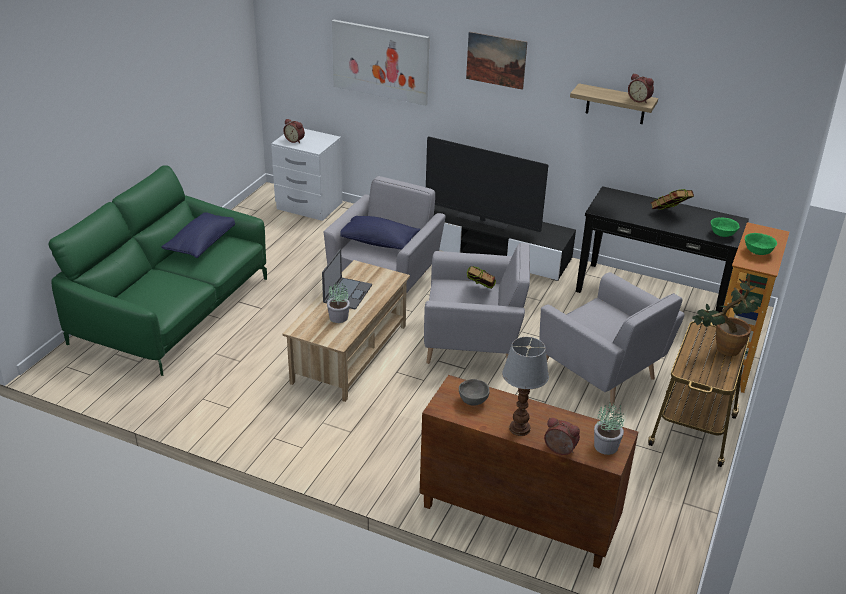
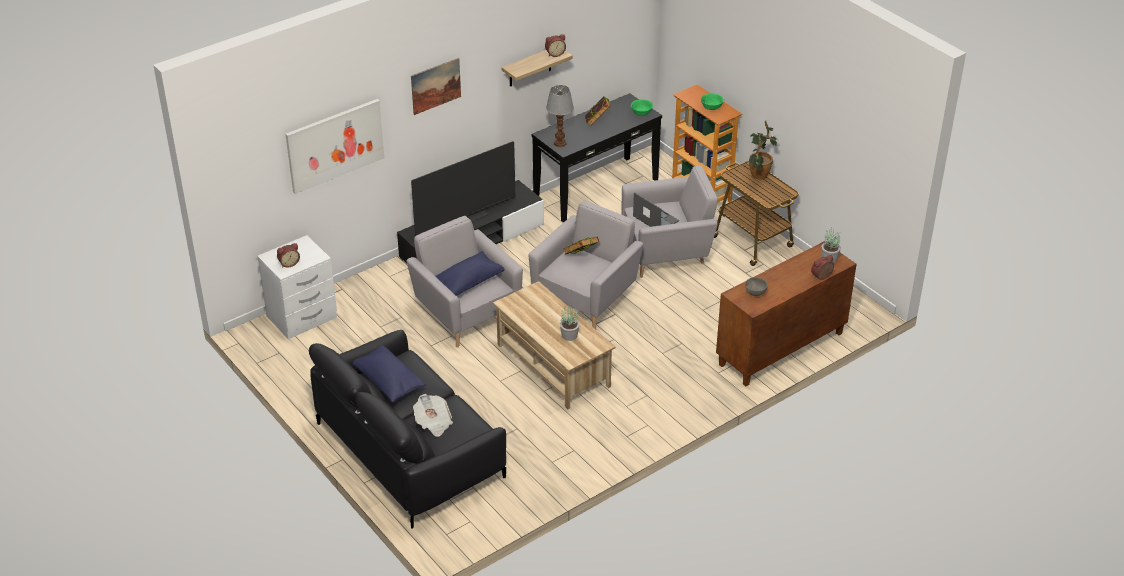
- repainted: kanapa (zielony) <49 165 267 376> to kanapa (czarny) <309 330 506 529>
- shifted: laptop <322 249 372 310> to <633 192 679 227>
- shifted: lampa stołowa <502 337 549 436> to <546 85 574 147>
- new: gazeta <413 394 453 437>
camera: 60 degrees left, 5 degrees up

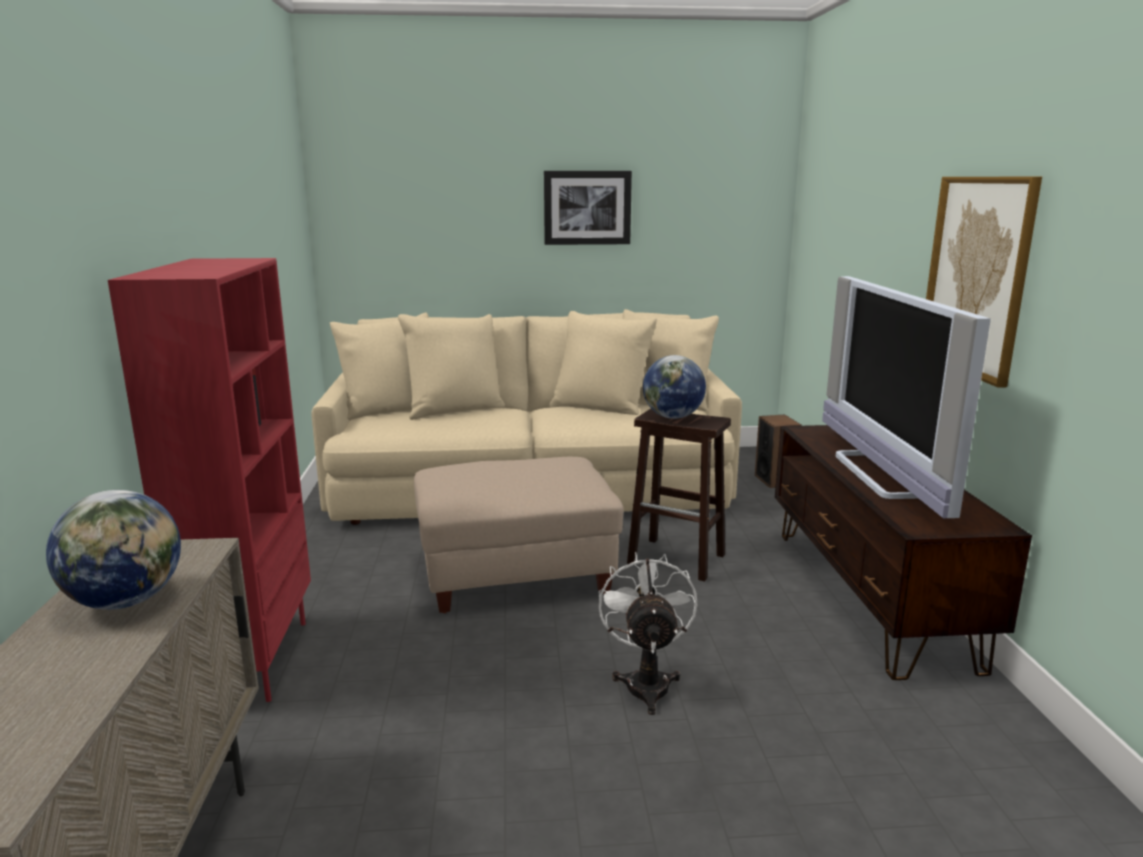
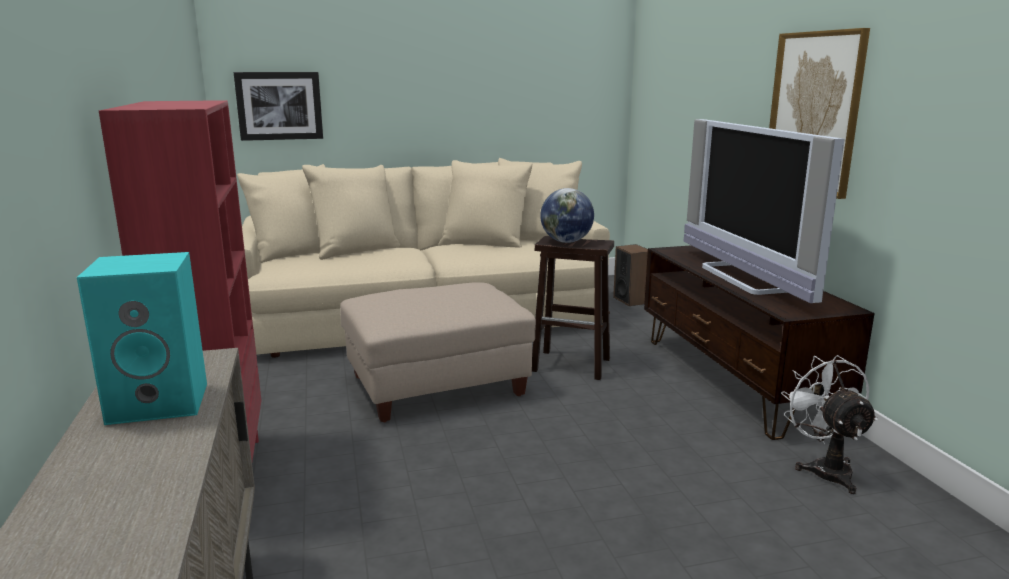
- swapped: globus <46 490 181 610> to głośnik (turkusowy) <77 252 207 425>
- shifted: obraz <544 171 632 245> to <234 72 323 141>
- shifted: wentylator (biały) <599 552 697 715> to <781 355 878 494>
camera: 10 degrees left, 0 degrees up

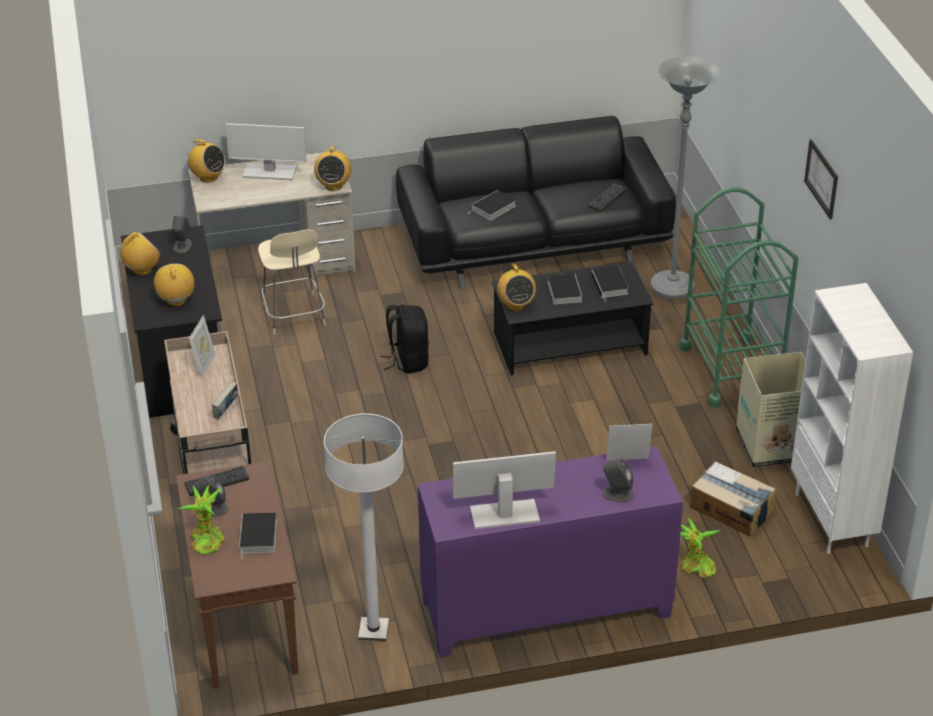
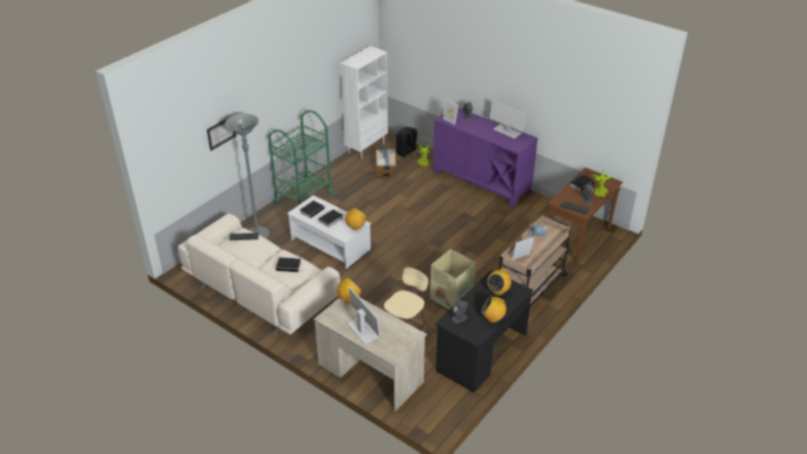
- gone: radio <185 139 225 183>
- gone: lampa stojąca (biały) <324 413 404 641>
- shifted: plecak (czarny) <380 305 429 373> to <396 127 417 159>
- repainted: kanapa (czarny) <396 116 676 290> to kanapa (beżowy) <178 214 340 335>
- repainted: ława (czarny) <492 262 654 375> to ława (biały) <287 195 371 269>
- shifted: karton <736 352 806 467> to <430 249 476 312>
- shifted: obraz <804 139 838 220> to <207 115 236 151>
camera: 130 degrees left, 0 degrees up

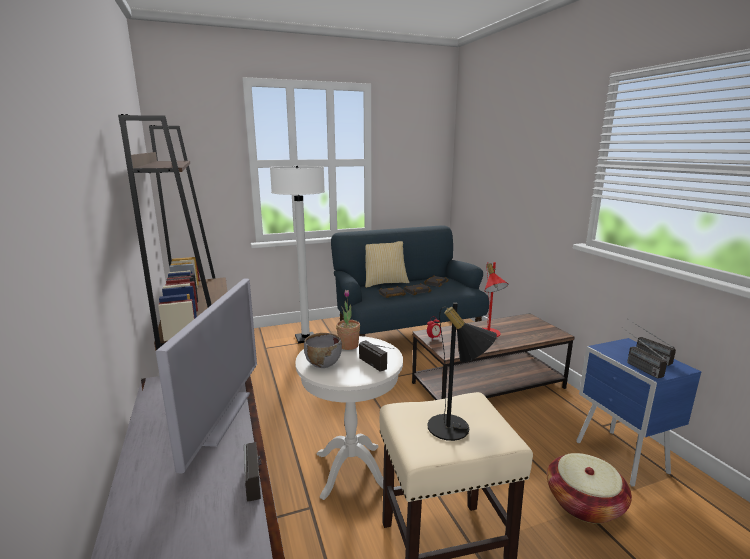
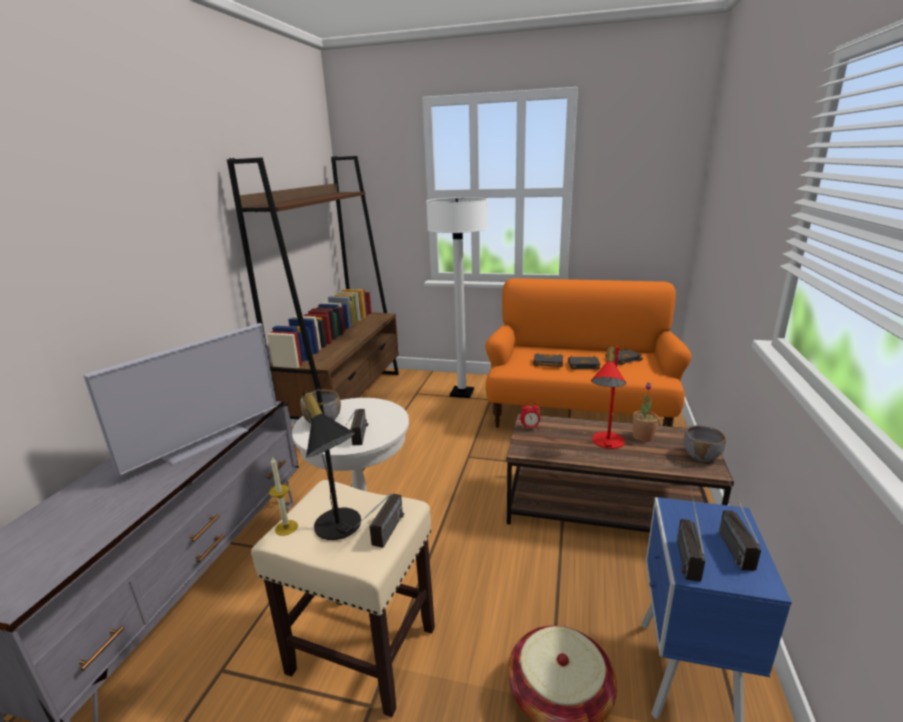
- shifted: radio <244 442 262 502> to <355 494 404 548>
- repainted: kanapa (niebieski) <331 225 489 337> to kanapa (pomarańczowy) <485 278 692 428>
- shifted: roślina doniczkowa <336 290 360 350> to <633 382 658 442>
- gone: poduszka <365 241 409 288>
- new: świeca <269 456 298 536>
- new: miska (szary) <684 425 726 462>
camera: 35 degrees right, 5 degrees up

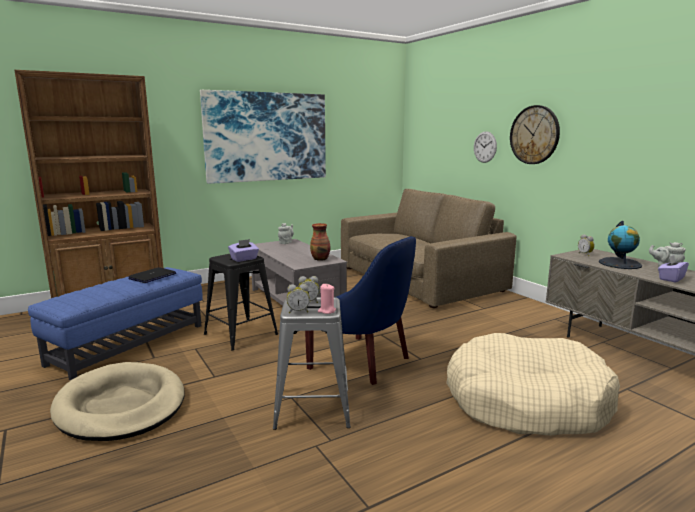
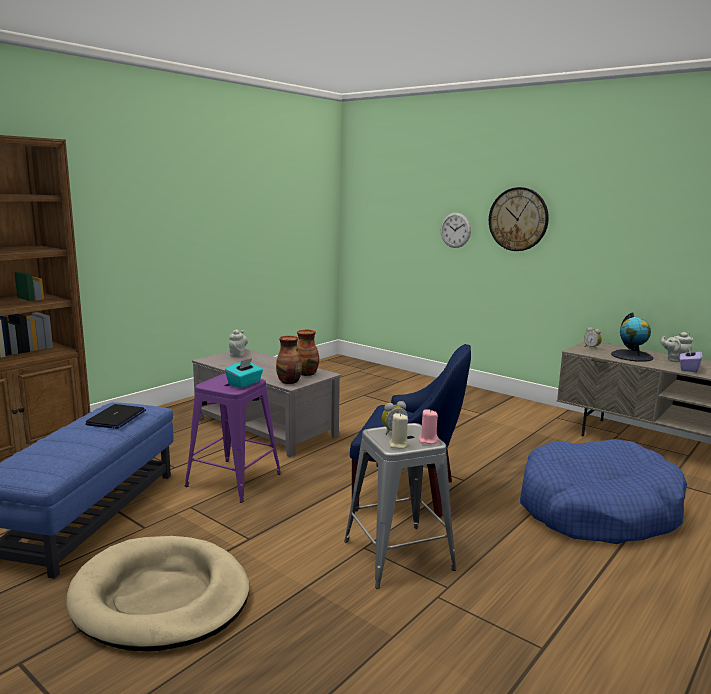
- gone: obraz <200 90 326 184>
- repainted: stołek (czarny) <204 254 278 351> to stołek (fioletowy) <185 373 281 503>
- repainted: pudełko chusteczek (fioletowy) <228 239 259 262> to pudełko chusteczek (turkusowy) <225 358 263 388>
- swapped: budzik <287 284 310 313> to świeca (beżowy) <389 413 409 449>
- gone: kanapa (brązowy) <341 189 516 308>
- repainted: legowisko (beżowy) <446 333 620 436> to legowisko (niebieski) <520 439 687 544>
- new: wazon <276 335 302 384>
camera: 20 degrees left, 0 degrees up

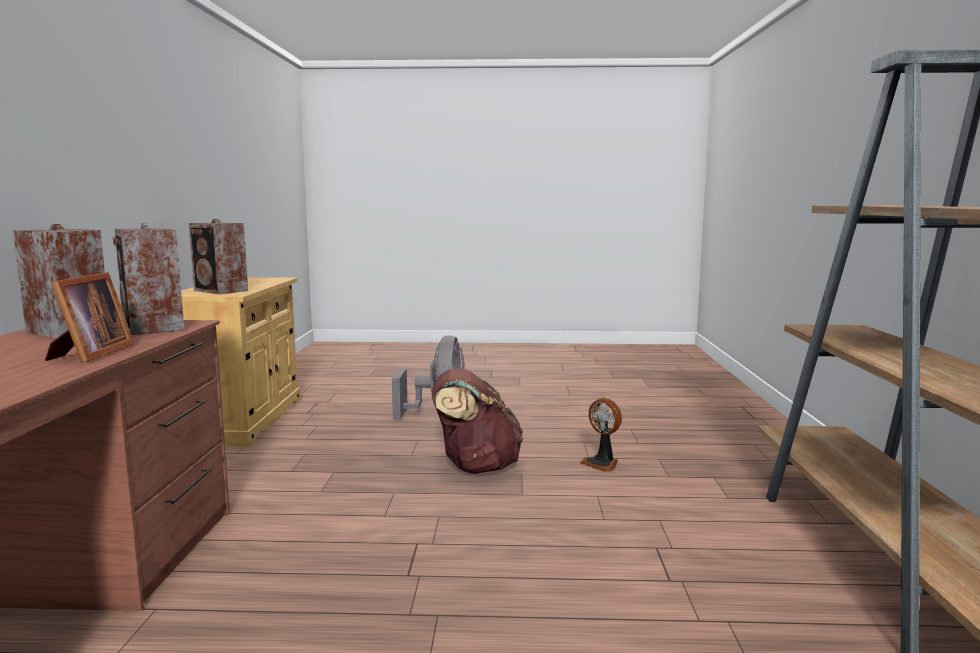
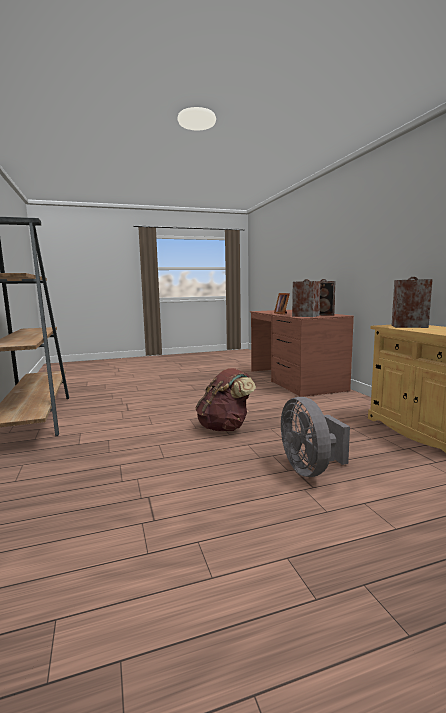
- gone: wentylator <580 398 622 472>
camera: 160 degrees right, 0 degrees up

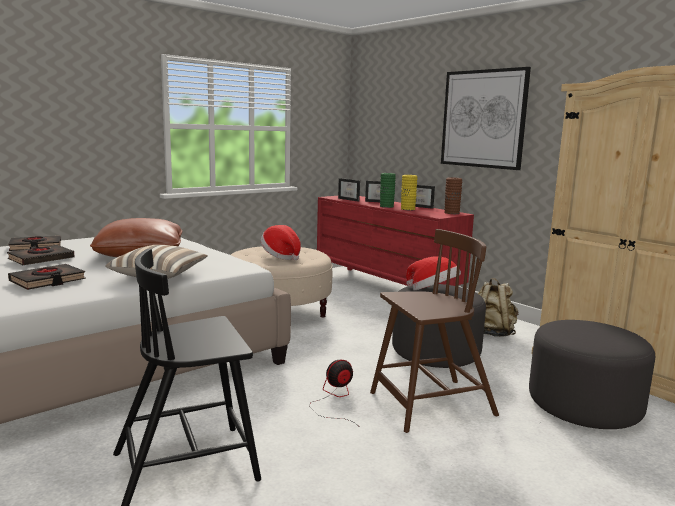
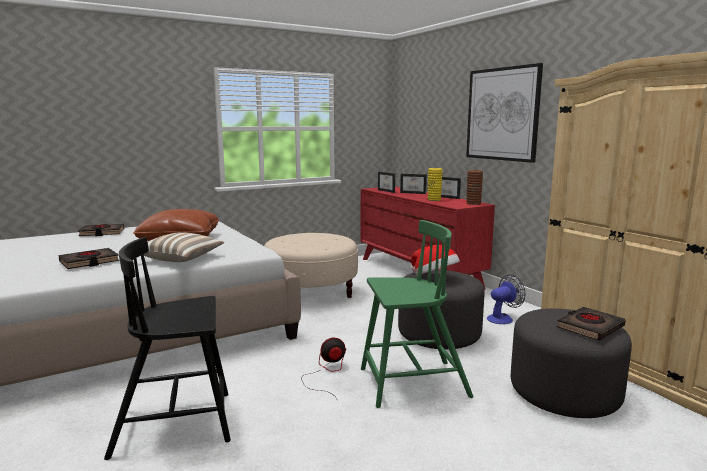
- shifted: książka (czarny) <7 245 75 265> to <556 307 626 341>
- gone: kapelusz <261 225 301 260>
- repainted: krzesło (brązowy) <370 229 499 433> to krzesło (zielony) <361 220 474 408>
- gone: wazon (zielony) <380 173 396 208>
- swapped: plecak (beżowy) <478 278 518 337> to wentylator <487 275 525 324>
camera: 10 degrees right, 0 degrees up

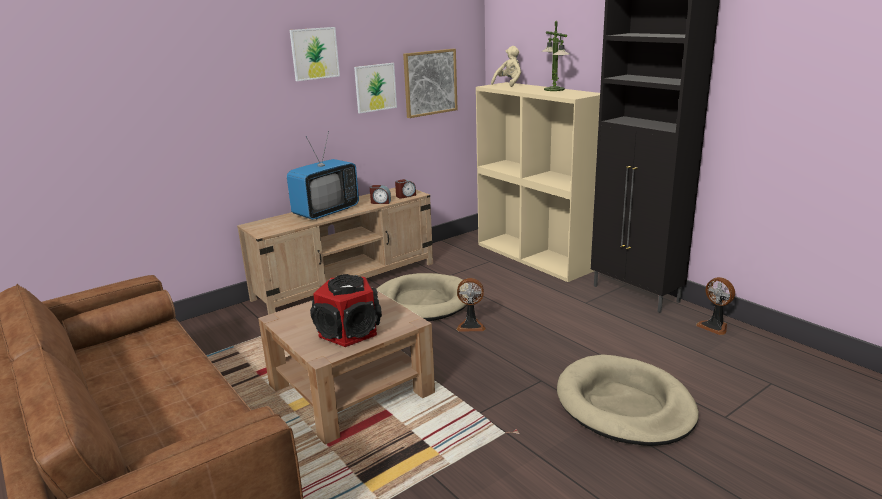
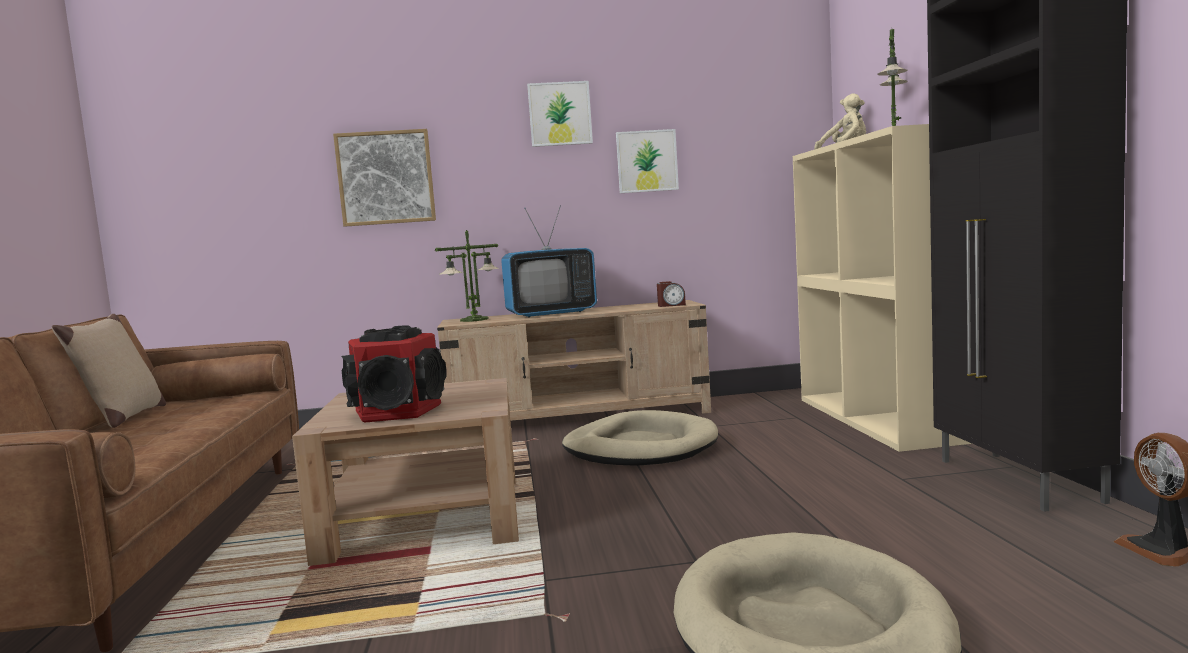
- gone: budzik <370 185 391 204>
- shifted: obraz <403 49 458 118> to <333 129 436 227>
- gone: wentylator <456 278 486 332>
- new: poduszka (beżowy) <52 314 166 428>
- new: lampa stołowa <435 230 499 322>
camera: 30 degrees right, 15 degrees down

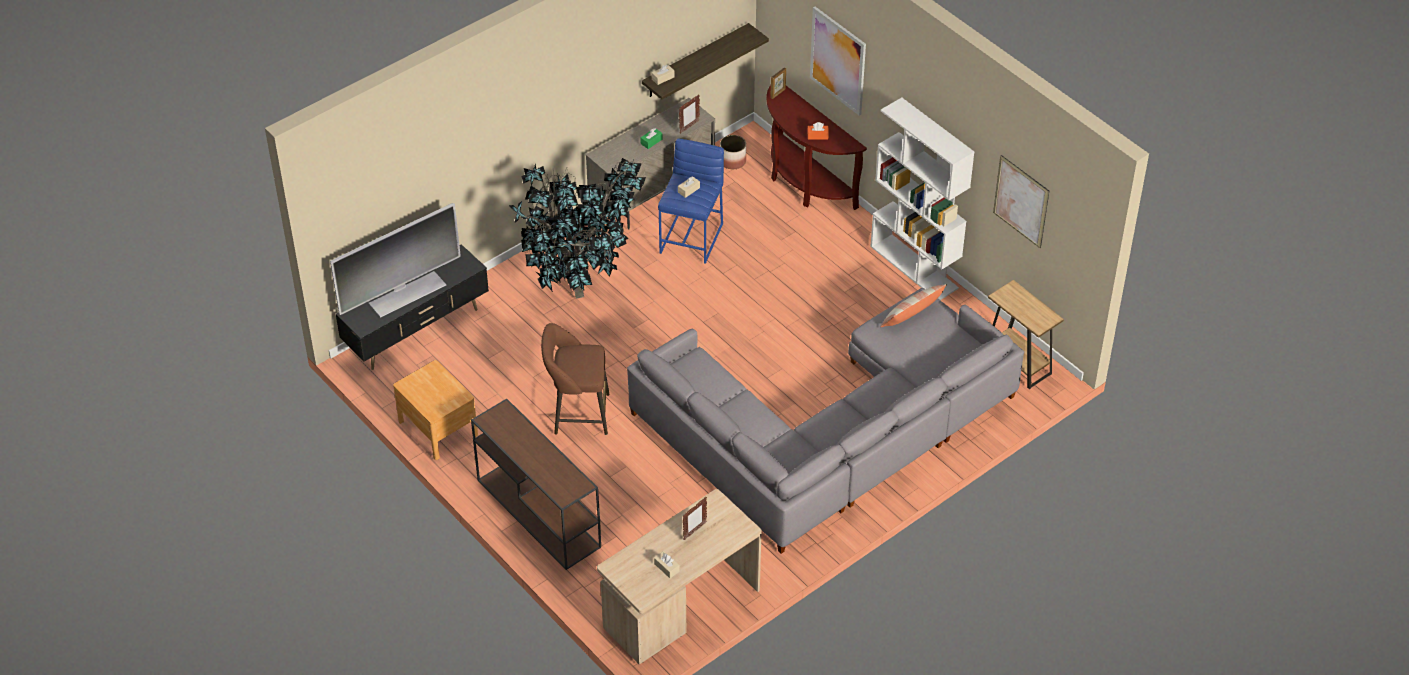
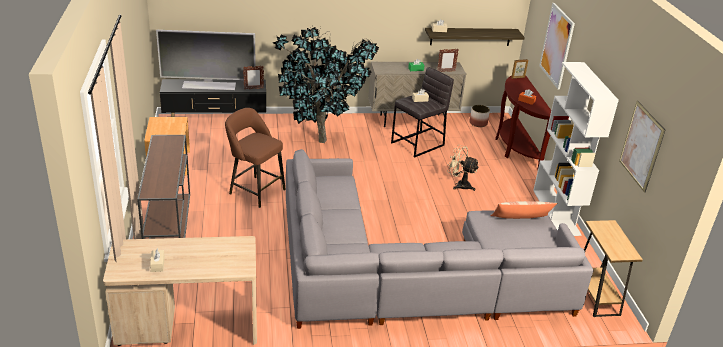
- repainted: stołek (niebieski) <658 138 724 264> to stołek (szary) <391 67 454 158>
- shifted: ramka na zdjęcie <682 497 707 540> to <243 65 264 89>
- new: wentylator (beżowy) <447 145 479 191>
camera: 30 degrees right, 15 degrees down

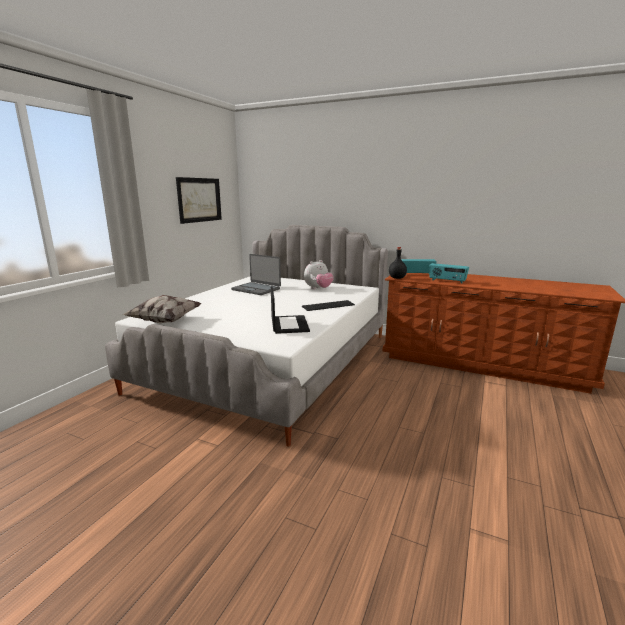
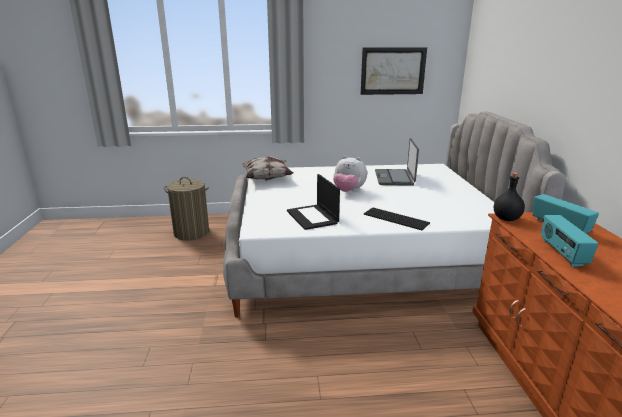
- rotated: laptop <271 287 310 334> = <287 174 340 230> 105 degrees clockwise
- shifted: pluszak <304 260 334 289> to <333 156 367 192>
- new: kosz na pranie <164 177 209 240>
camera: 60 degrees right, 5 degrees up

